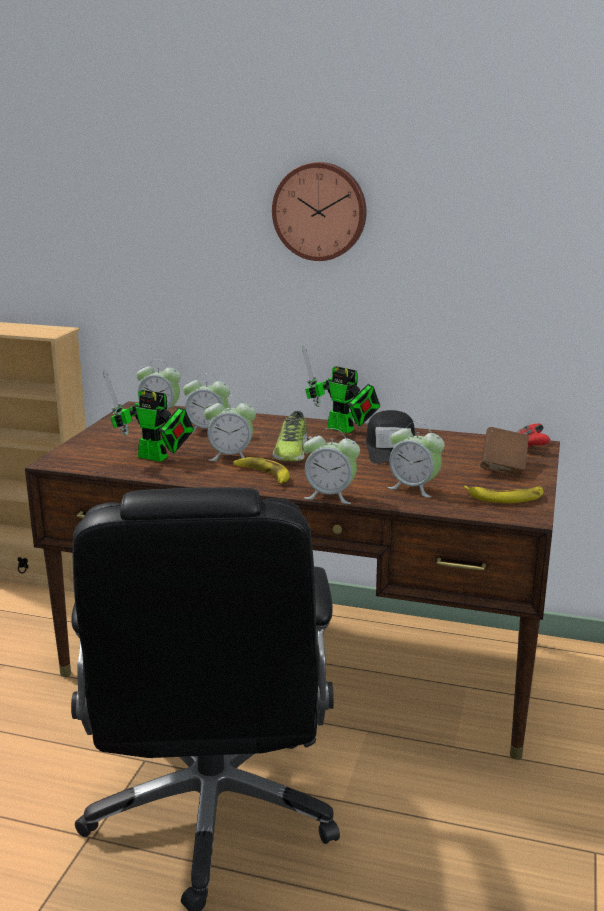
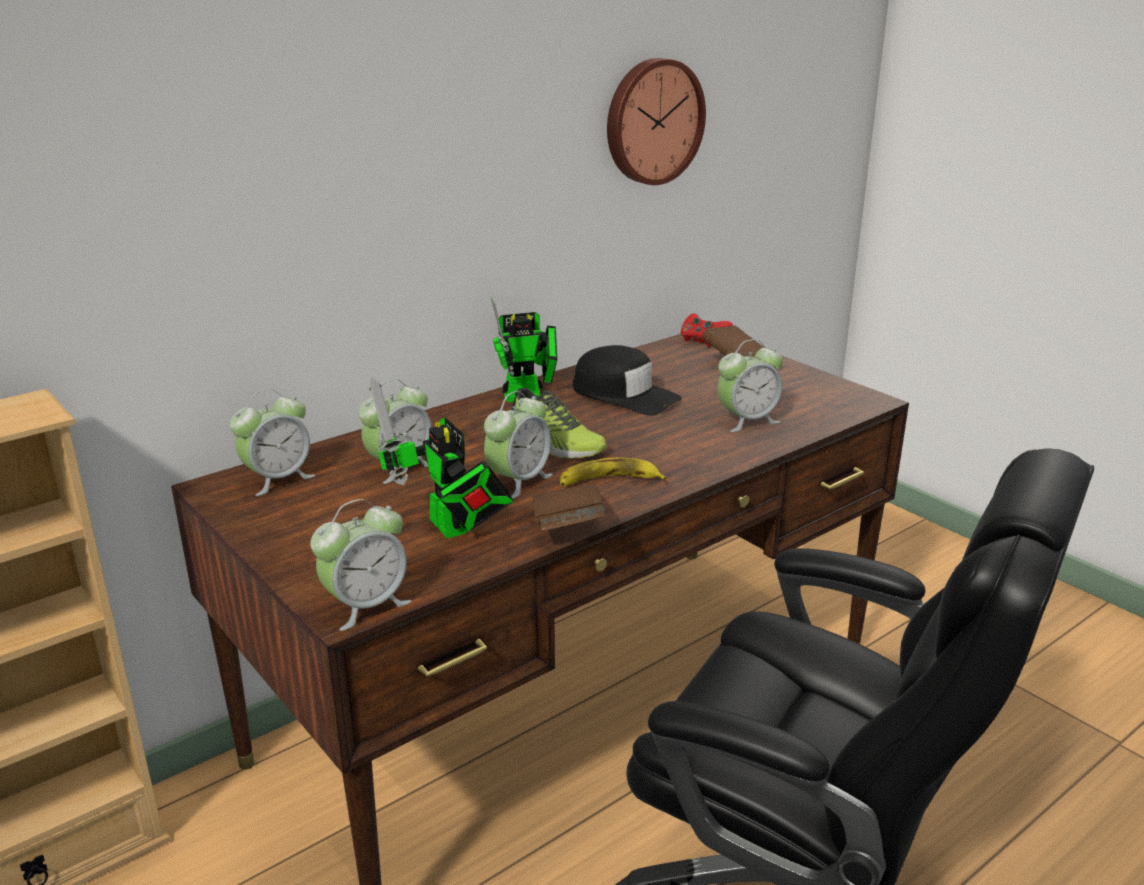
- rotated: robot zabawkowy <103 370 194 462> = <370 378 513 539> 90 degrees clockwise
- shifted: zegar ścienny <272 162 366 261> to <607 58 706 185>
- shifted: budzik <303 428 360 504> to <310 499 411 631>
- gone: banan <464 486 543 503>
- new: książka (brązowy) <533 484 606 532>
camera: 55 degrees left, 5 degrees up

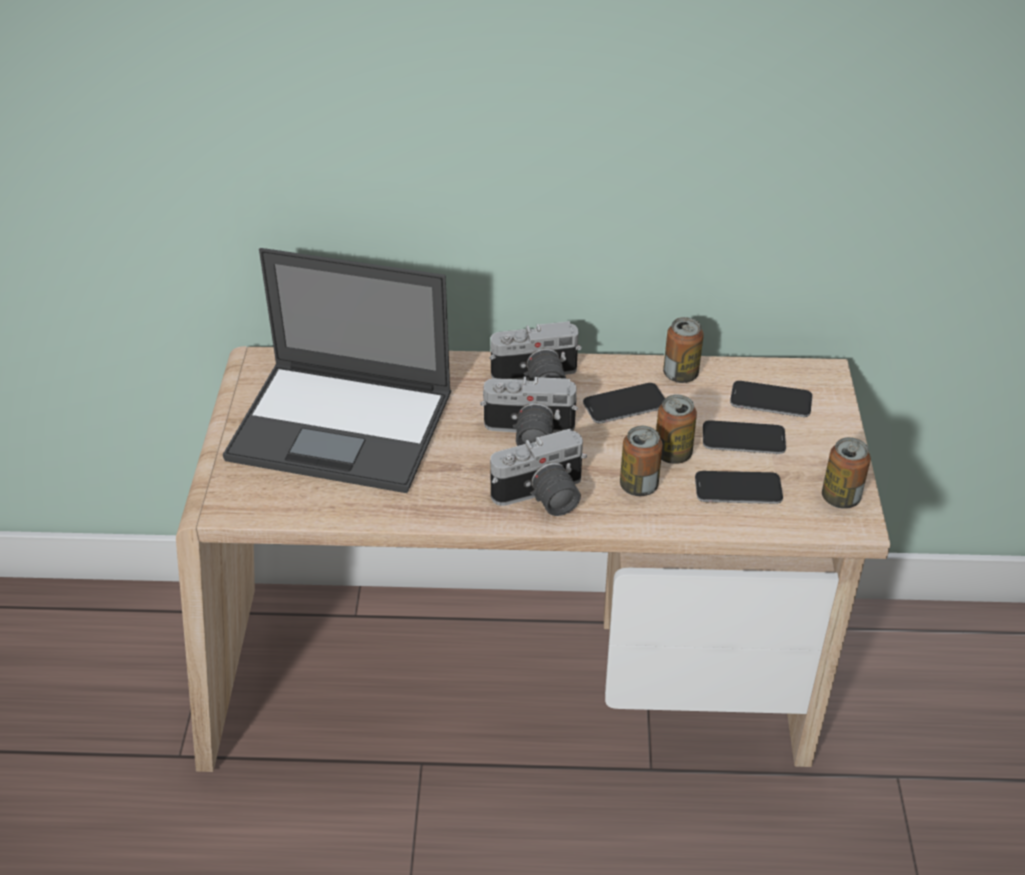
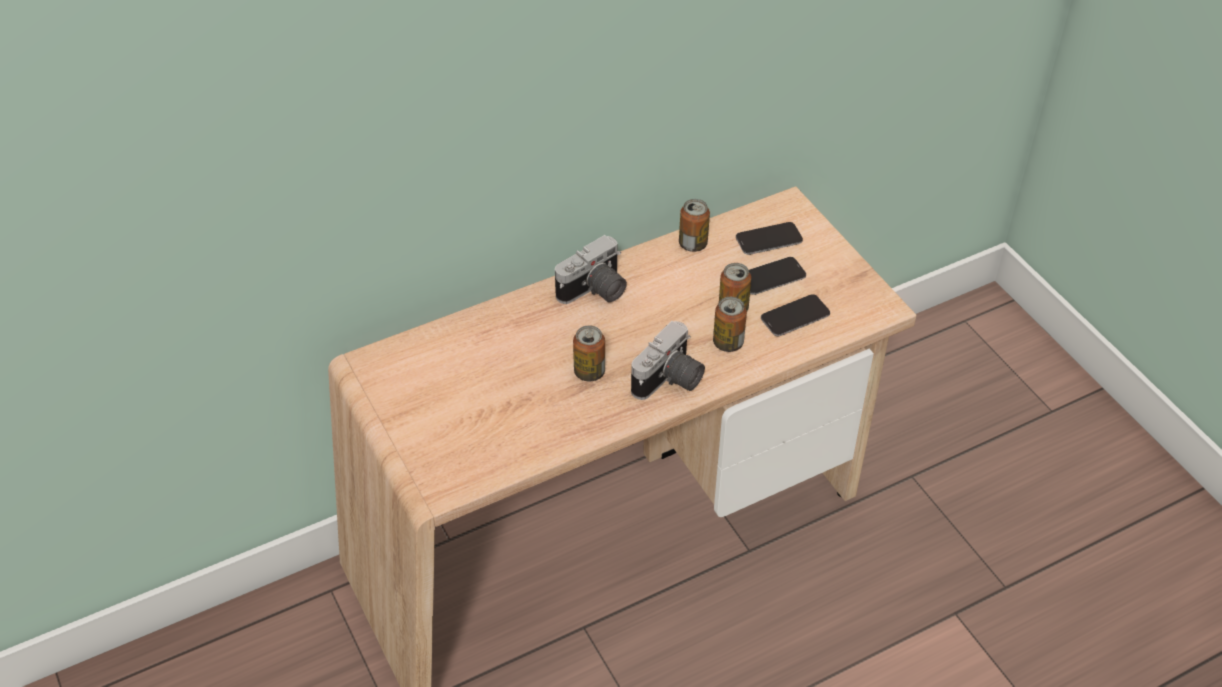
- gone: laptop <223 248 451 493>
- gone: aparat fotograficzny <480 376 578 446>
- gone: telefon <583 383 665 423>
- shifted: puszka <822 437 871 509> to <573 326 605 382>
camera: 30 degrees left, 5 degrees up

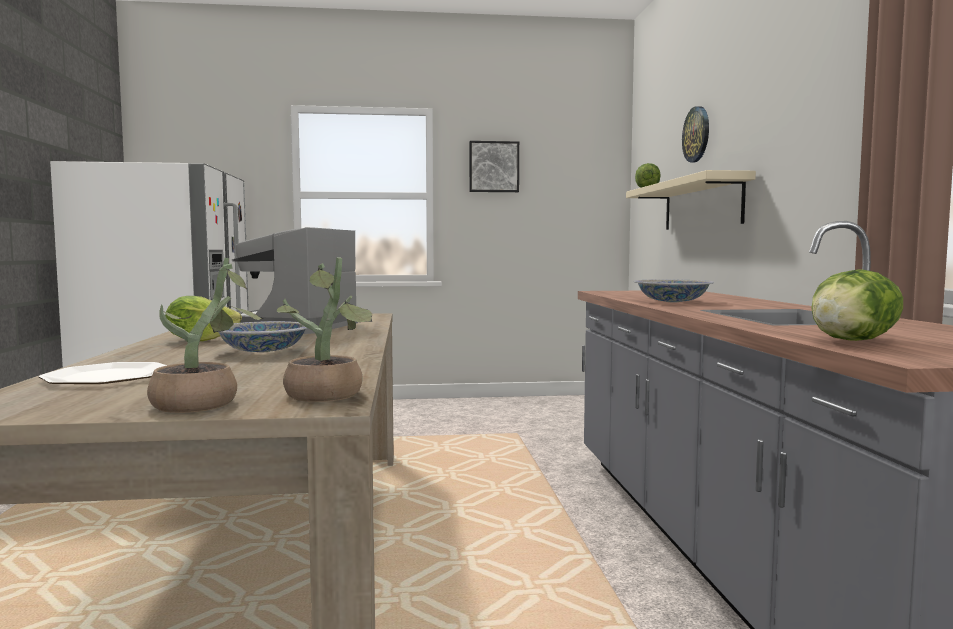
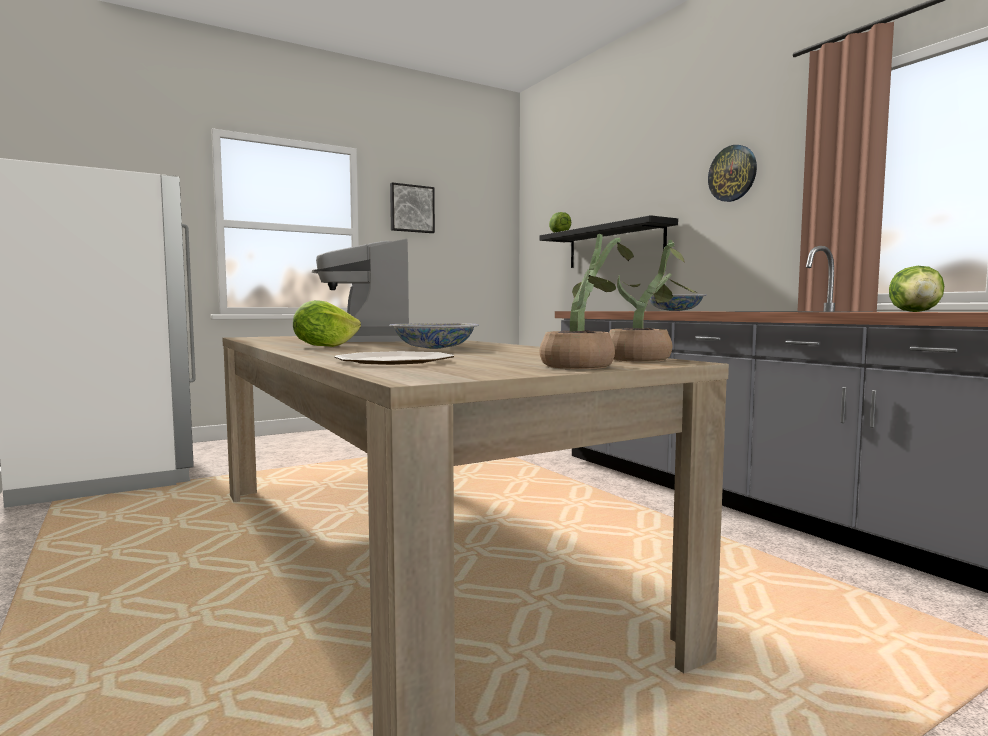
- repainted: półka (beżowy) <626 170 756 230> to półka (czarny) <540 215 678 268>
- shifted: zegar ścienny <682 106 709 162> to <708 145 757 202>
camera: 25 degrees left, 0 degrees up

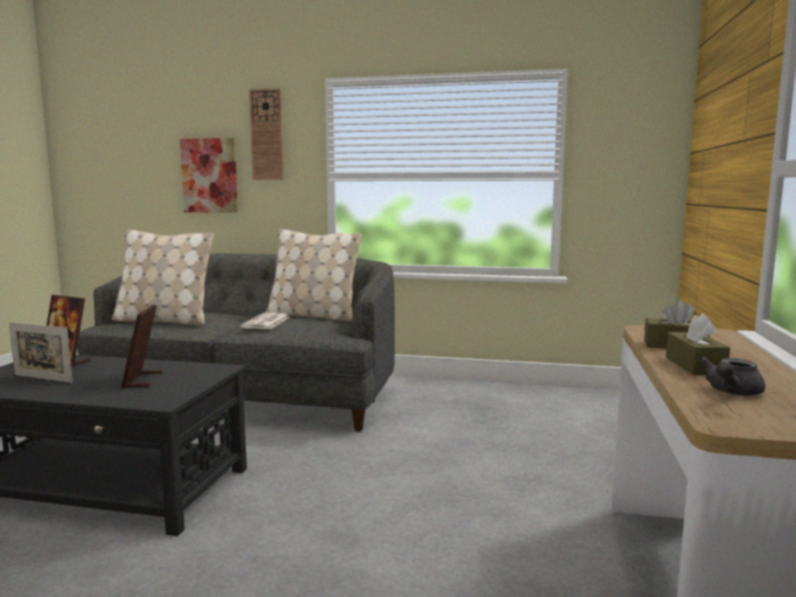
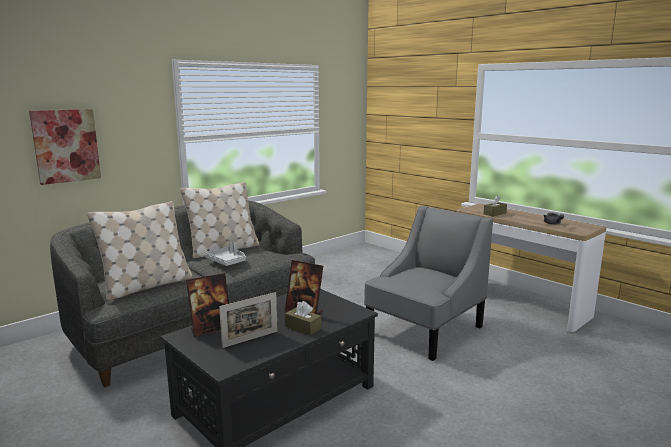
- swapped: gazeta <240 313 290 329> to taca (szary) <205 242 246 266>
- gone: zegar ścienny <249 88 284 180>
- shifted: pudełko chusteczek (brązowy) <666 313 730 375> to <285 301 321 336>
- new: fotel (szary) <364 206 493 361>
camera: 55 degrees left, 5 degrees up

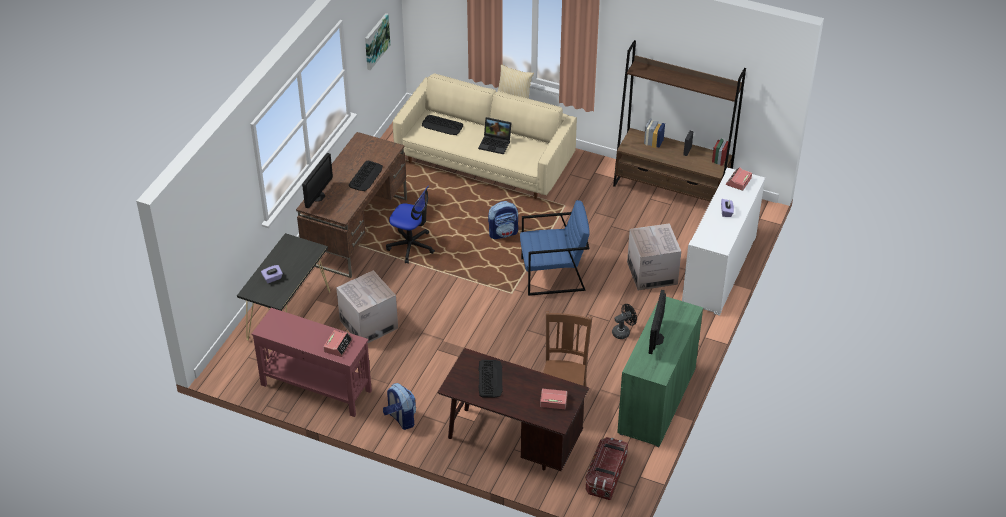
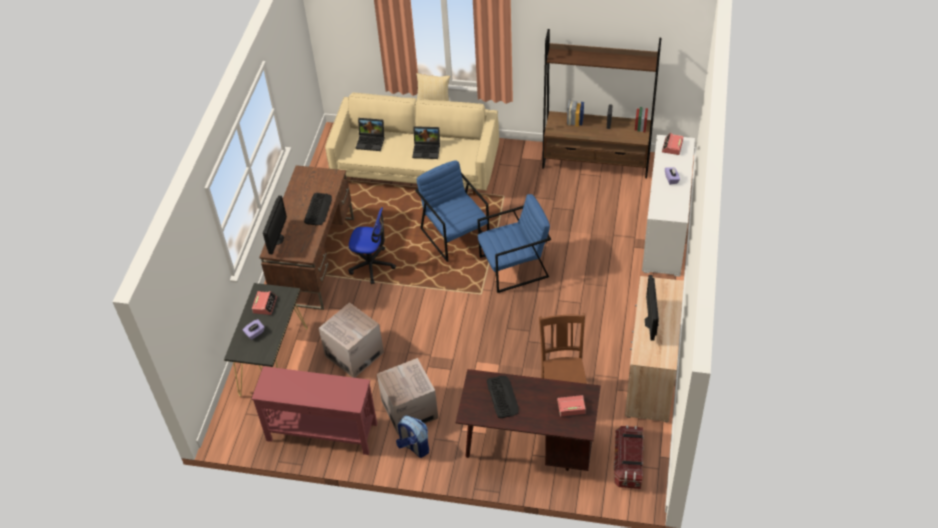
- shifted: budzik <323 330 353 357> to <252 291 277 315>
- gone: obraz <365 13 390 70>
- swapped: klawiatura <422 115 463 135> to laptop <356 118 384 151>
- swapped: plecak <488 201 518 239> to fotel (niebieski) <415 160 490 262>
- gone: wentylator (czarny) <612 304 637 339>
- repainted: szafka (zielony) <617 297 703 447> to szafka (beżowy) <625 276 684 423>
- shifted: karton <627 223 681 290> to <377 358 438 435>
camera: 10 degrees left, 5 degrees up

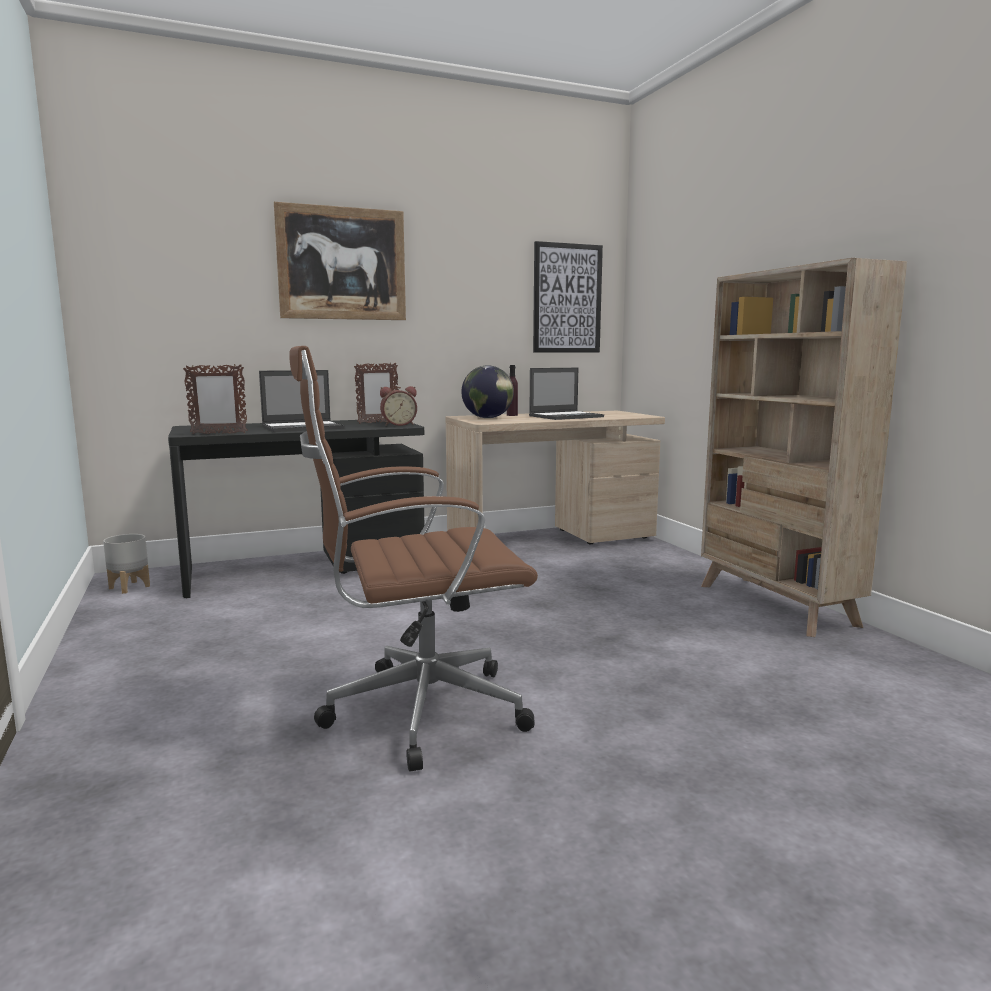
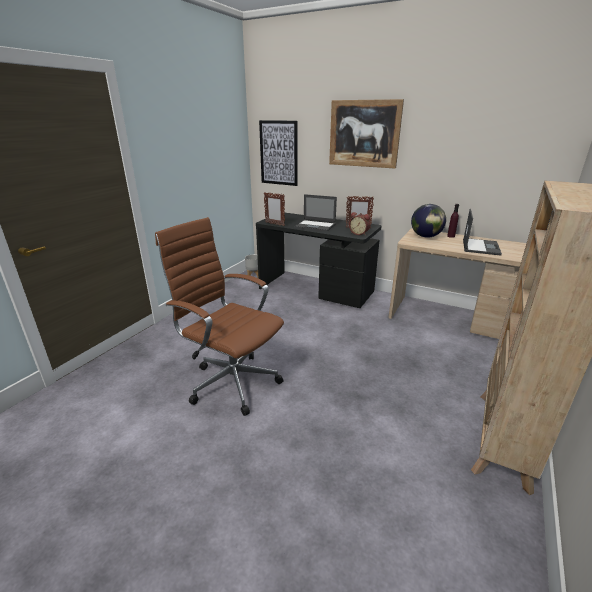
- rotated: laptop <529 368 604 420> = <463 209 502 256> 90 degrees counterclockwise
- shifted: obraz <533 241 603 353> to <259 120 298 186>
camera: 50 degrees right, 15 degrees up

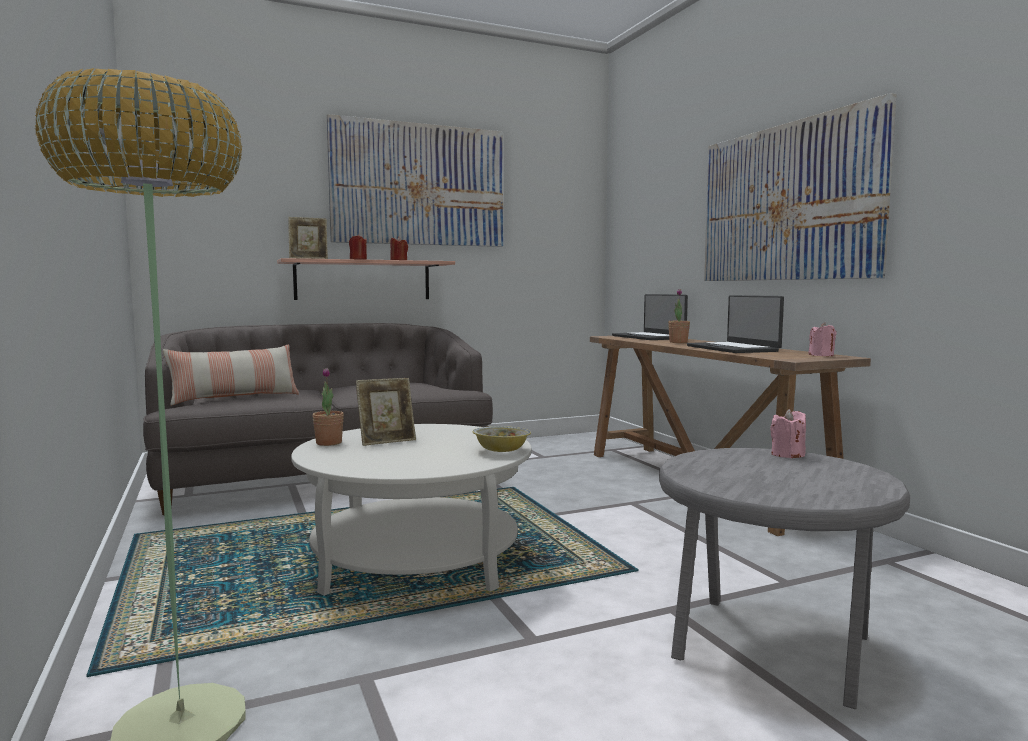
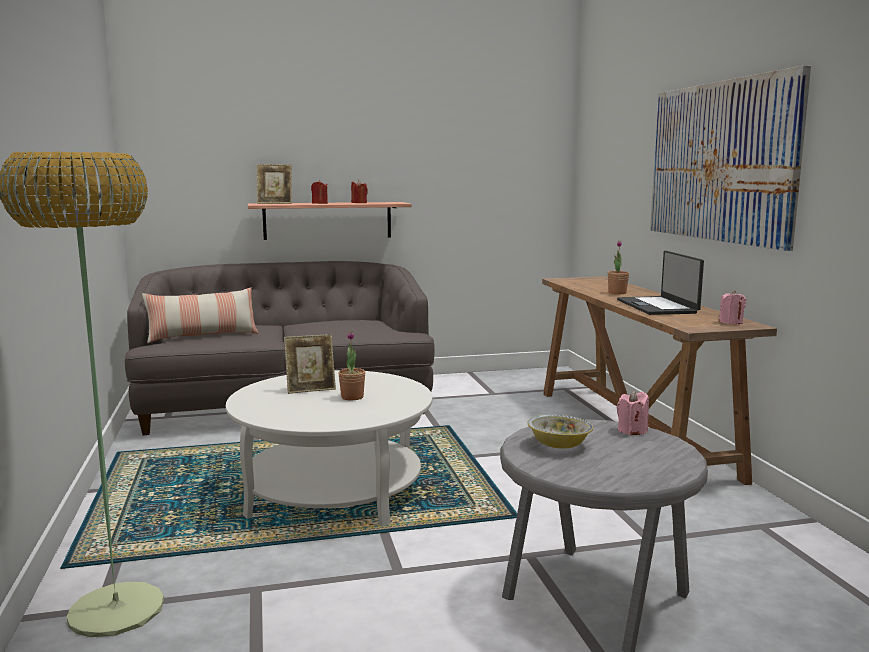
- shifted: roślina doniczkowa <312 368 344 446> to <338 331 365 400>
- gone: obraz <327 114 503 247>
- shifted: miska <473 426 531 452> to <527 415 593 448>
- gone: laptop <612 294 688 340>
camera: 10 degrees right, 5 degrees up

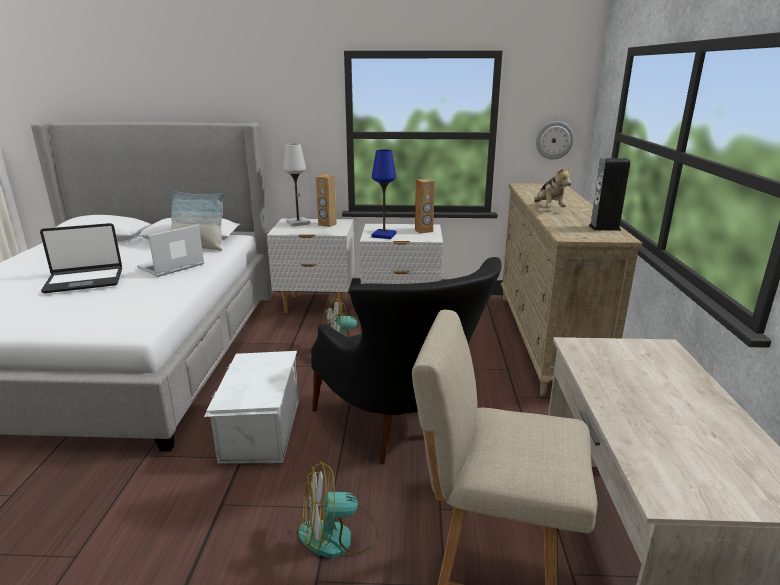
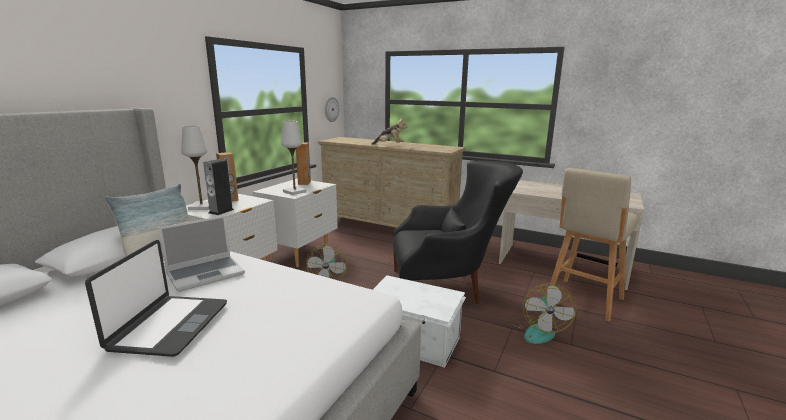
- rotated: laptop <137 224 204 277> = <159 215 245 292> 105 degrees counterclockwise
- repainted: lampa stołowa (niebieski) <372 149 397 239> to lampa stołowa (biały) <281 121 307 195>
- shifted: głośnik <588 158 630 231> to <203 159 234 215>
camera: 65 degrees left, 5 degrees down

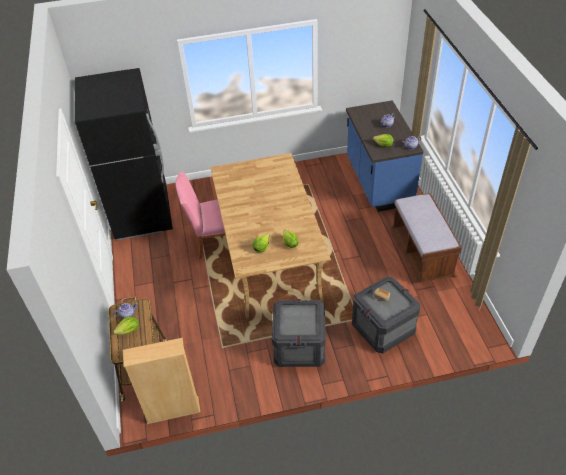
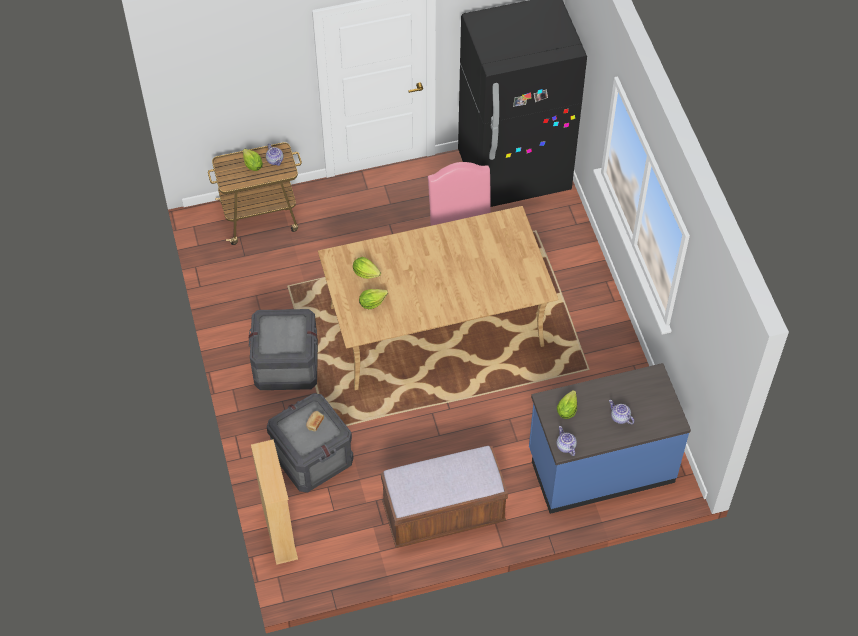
- shifted: regał (beżowy) <123 338 200 424> to <251 439 298 565>
camera: 85 degrees right, 10 degrees up

